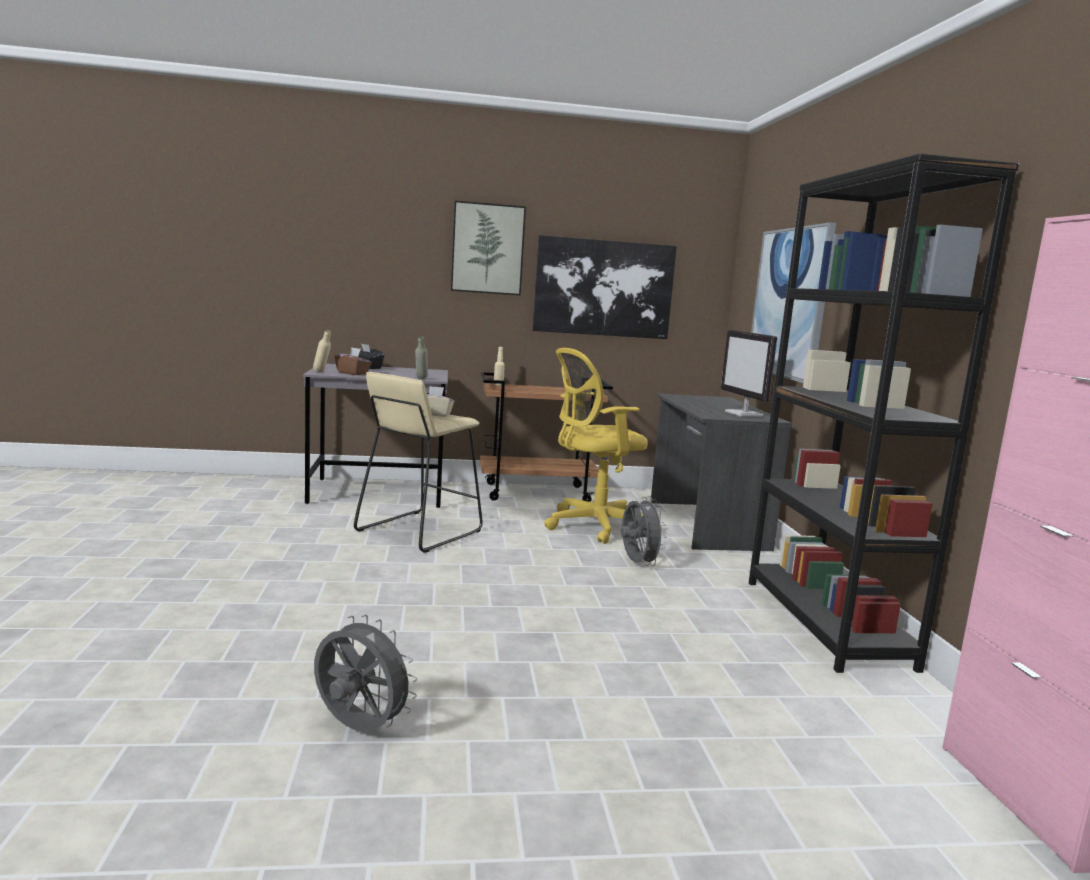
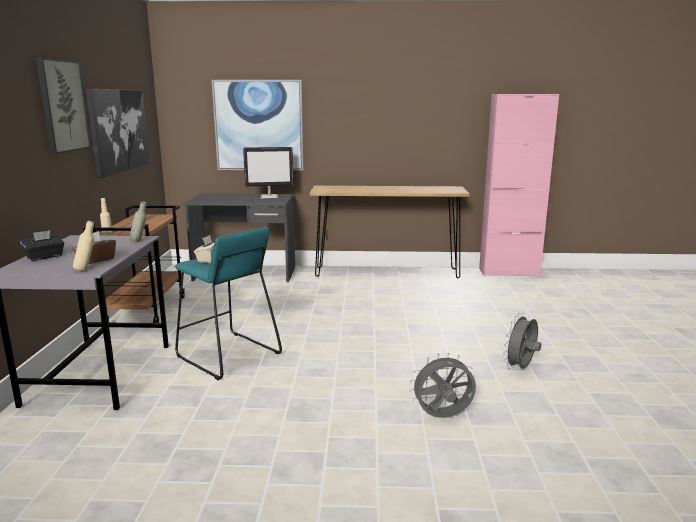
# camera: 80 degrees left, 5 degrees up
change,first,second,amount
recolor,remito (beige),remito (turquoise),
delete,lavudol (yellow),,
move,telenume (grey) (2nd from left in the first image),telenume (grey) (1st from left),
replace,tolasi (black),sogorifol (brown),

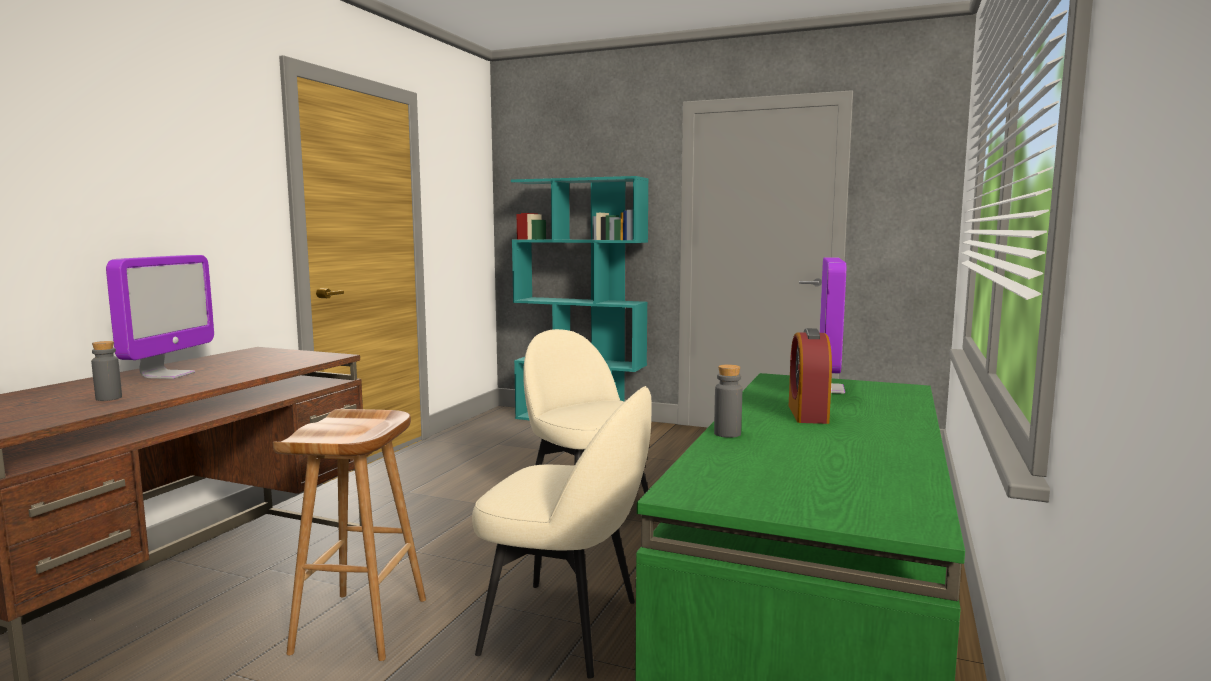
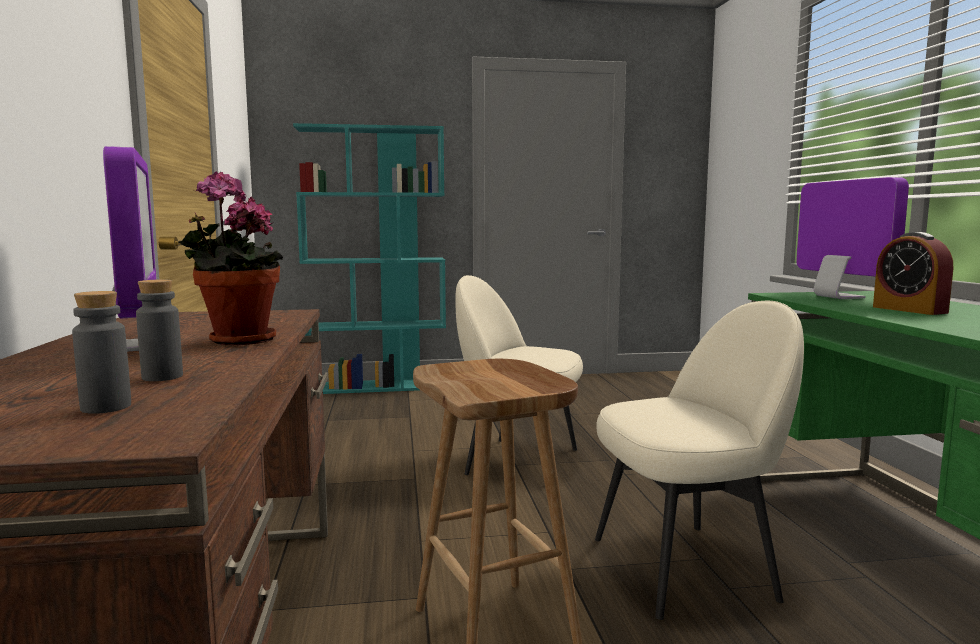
# camera: 30 degrees left, 0 degrees up
change,first,second,amount
move,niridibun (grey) (2nd from left in the first image),niridibun (grey) (1st from left),
insert,,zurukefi,

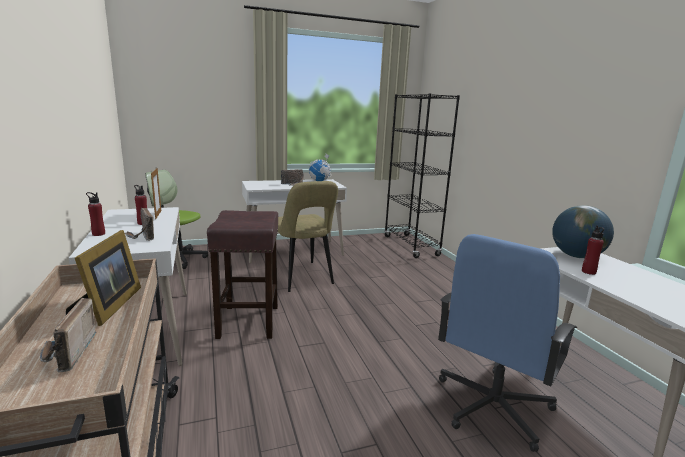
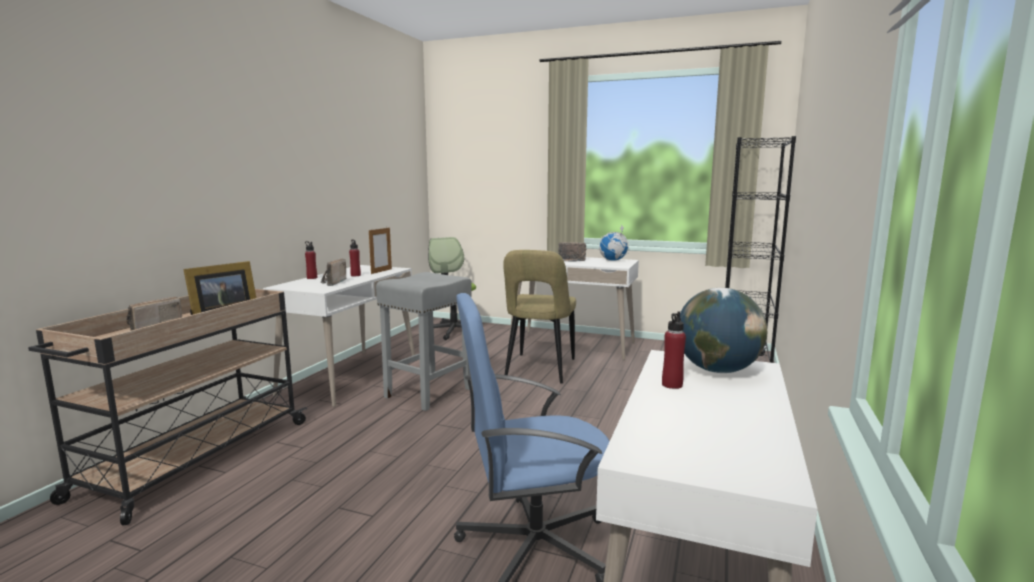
# camera: 40 degrees right, 5 degrees down
change,first,second,amount
recolor,remito (brown),remito (grey),

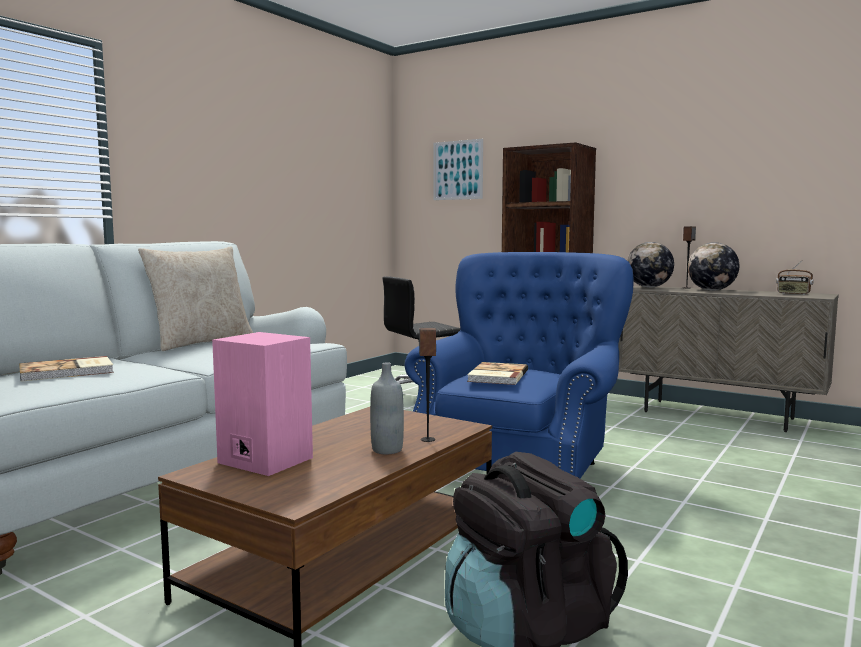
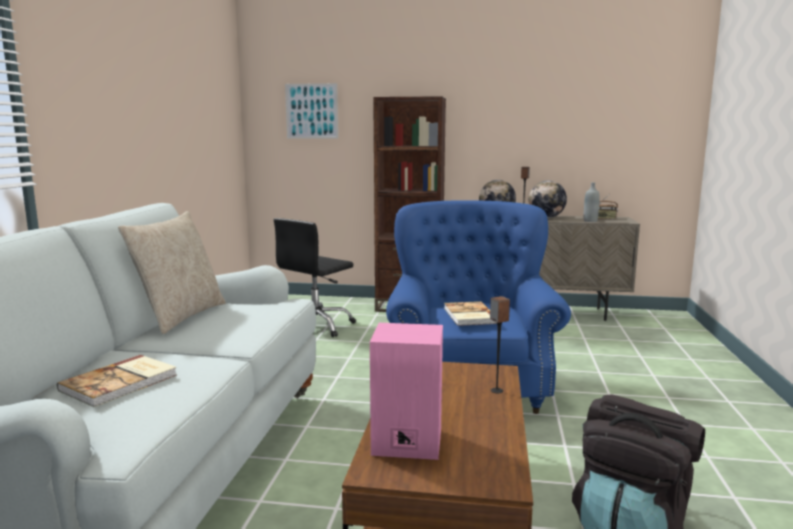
# camera: 25 degrees left, 5 degrees up
change,first,second,amount
move,niridibun (grey),,

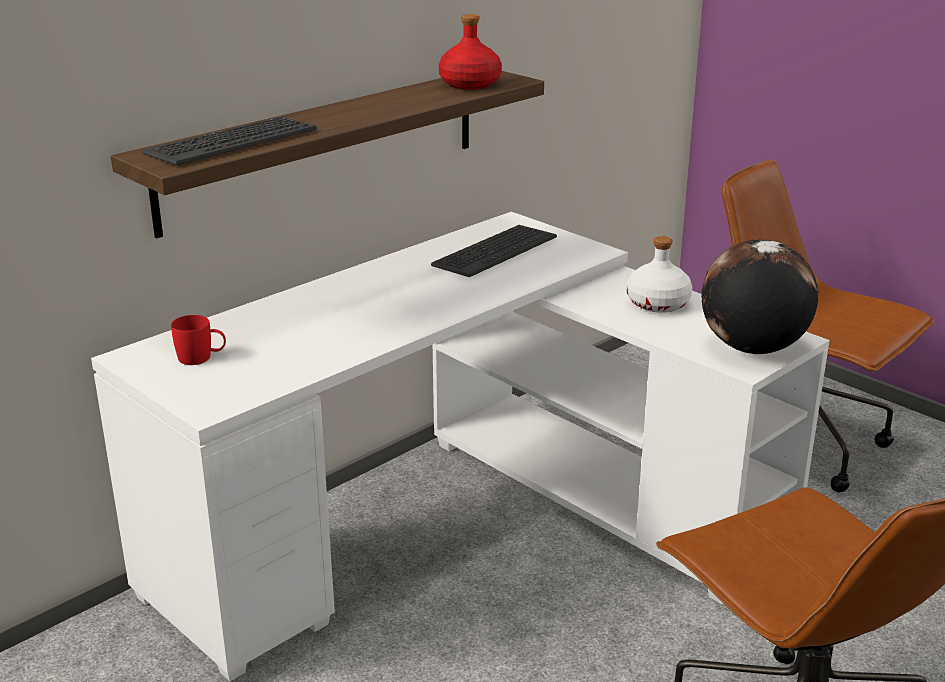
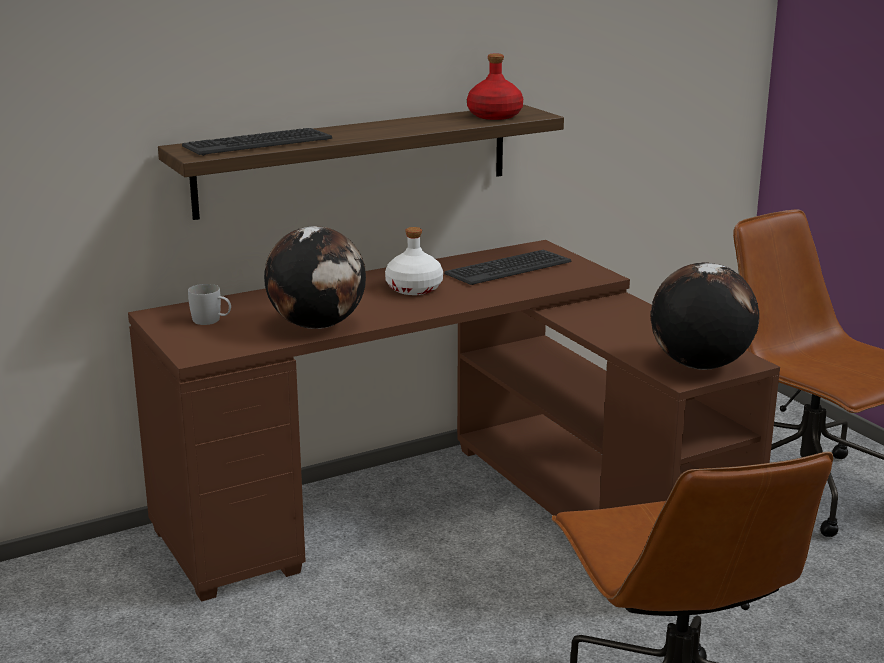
# camera: 15 degrees right, 5 degrees down
change,first,second,amount
recolor,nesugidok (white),nesugidok (brown),
recolor,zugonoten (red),zugonoten (white),
move,niridibun (white),,
insert,,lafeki (1st from left),

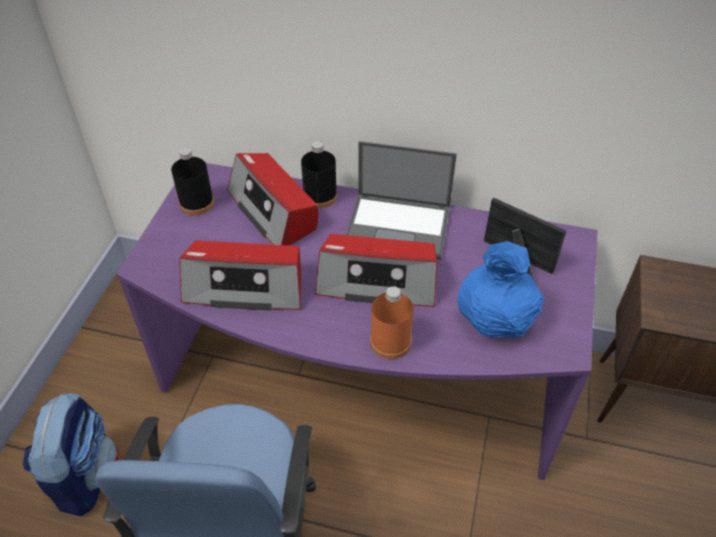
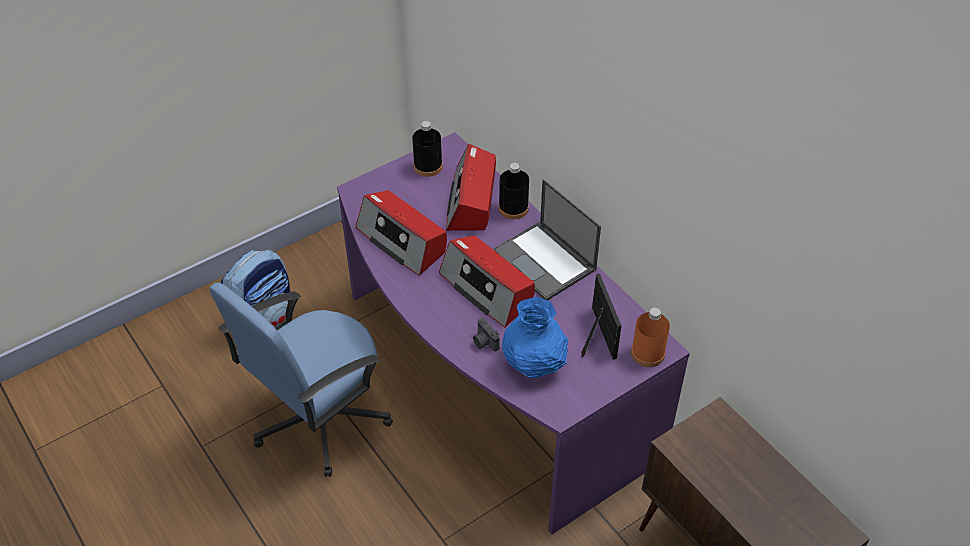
# camera: 40 degrees right, 0 degrees up
change,first,second,amount
move,niridibun (orange),,
insert,,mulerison,

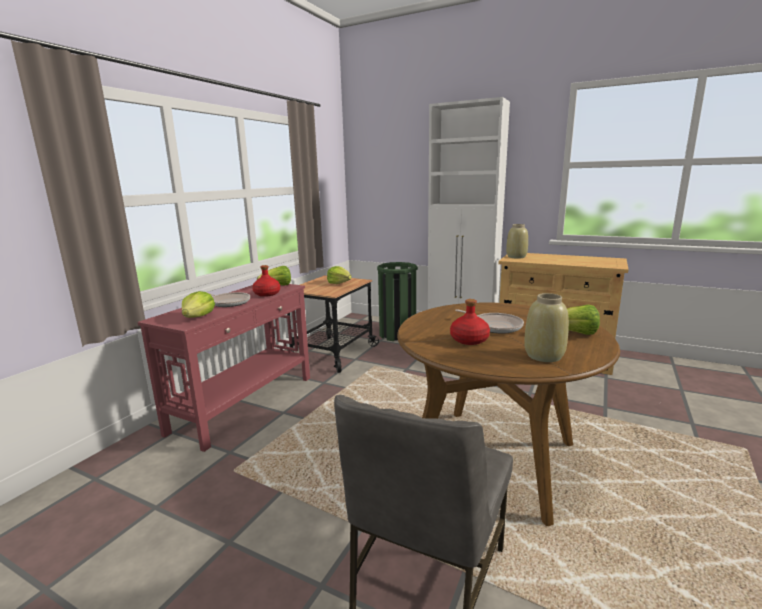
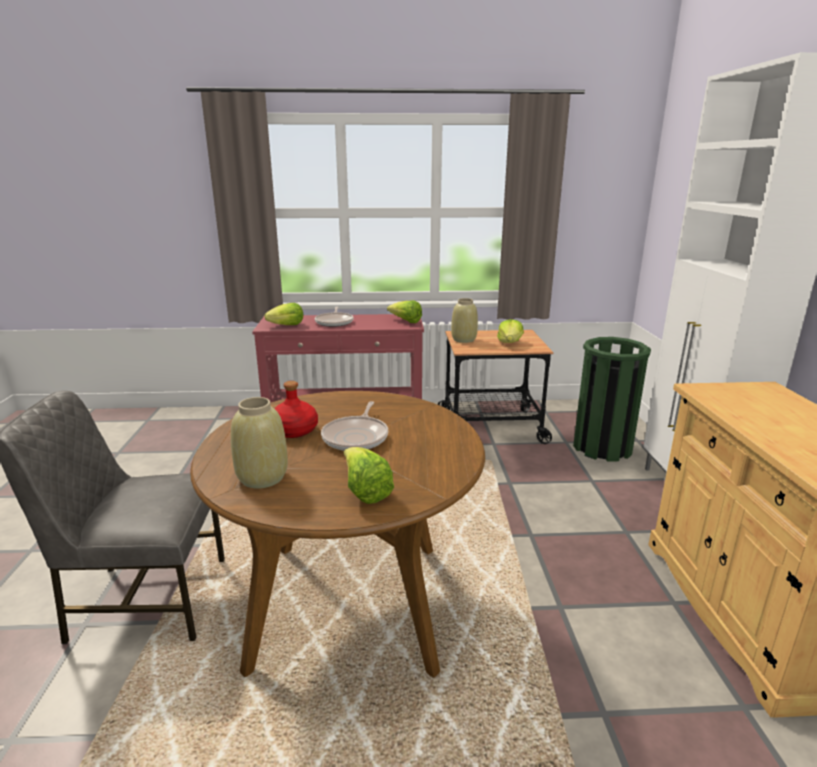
# camera: 60 degrees right, 5 degrees up
change,first,second,amount
delete,niridibun (red) (1st from left),,
move,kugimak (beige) (1st from left in the first image),kugimak (beige) (2nd from left),

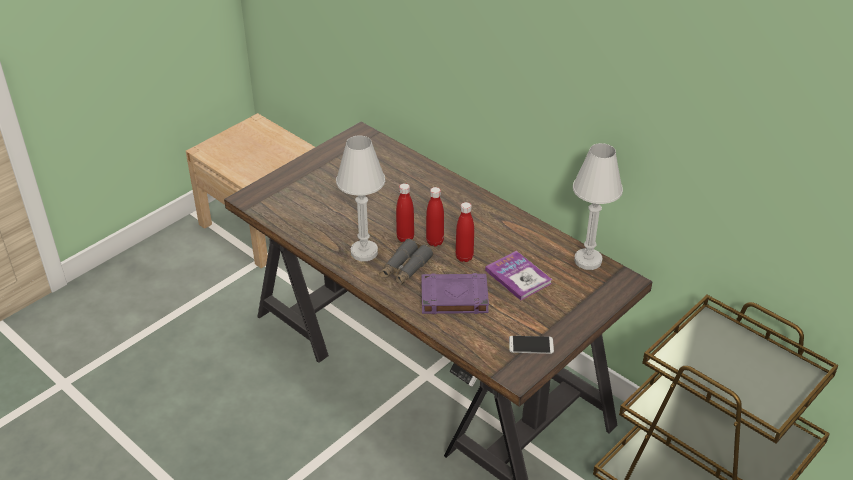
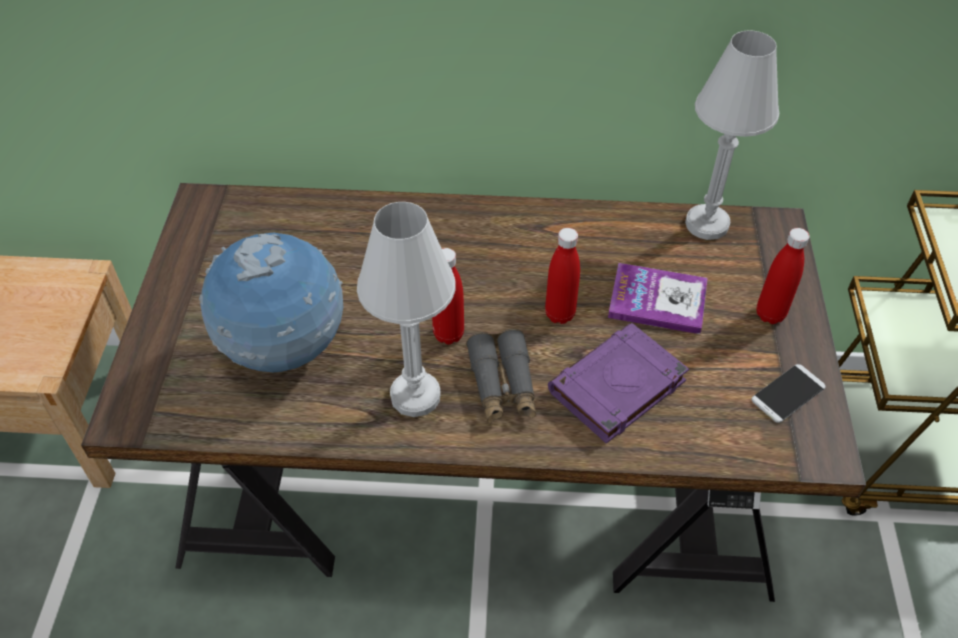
# camera: 40 degrees left, 10 degrees up
change,first,second,amount
move,niridibun (red) (2nd from left in the first image),niridibun (red) (3rd from left),
insert,,lafeki,

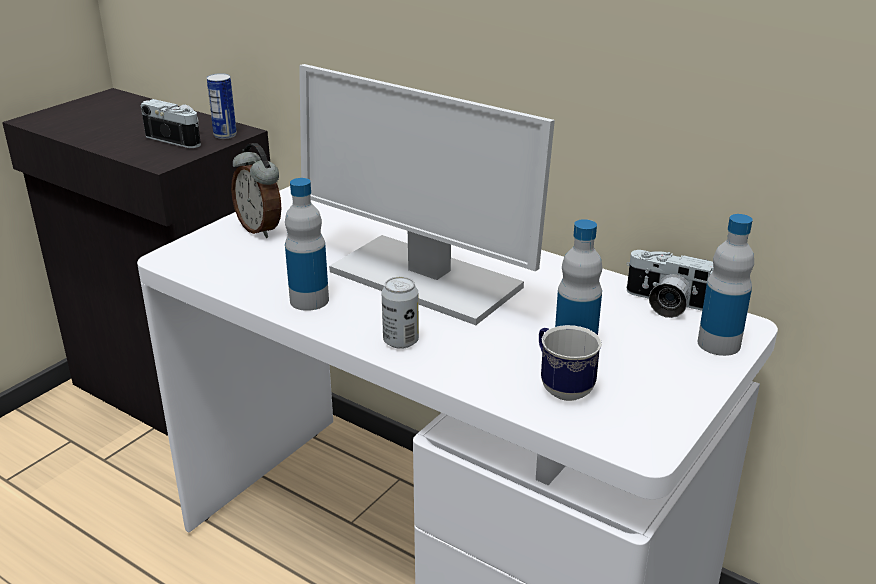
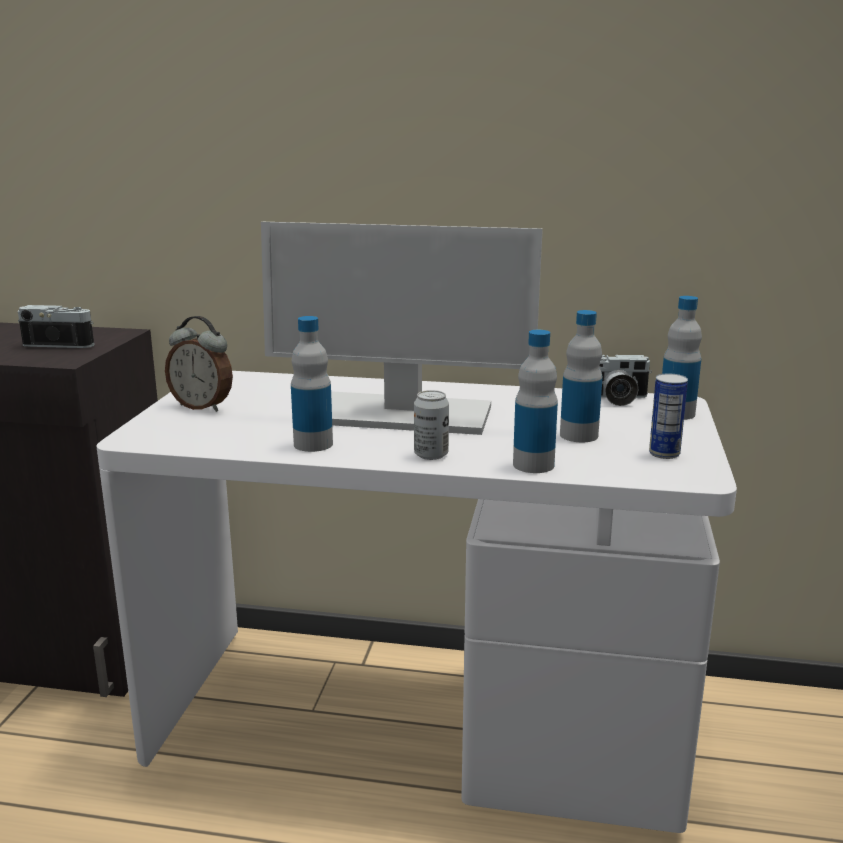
# camera: 25 degrees left, 10 degrees down
change,first,second,amount
move,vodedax (1st from left in the first image),vodedax (2nd from left),
delete,zugonoten,,
insert,,niridibun (2nd from left),

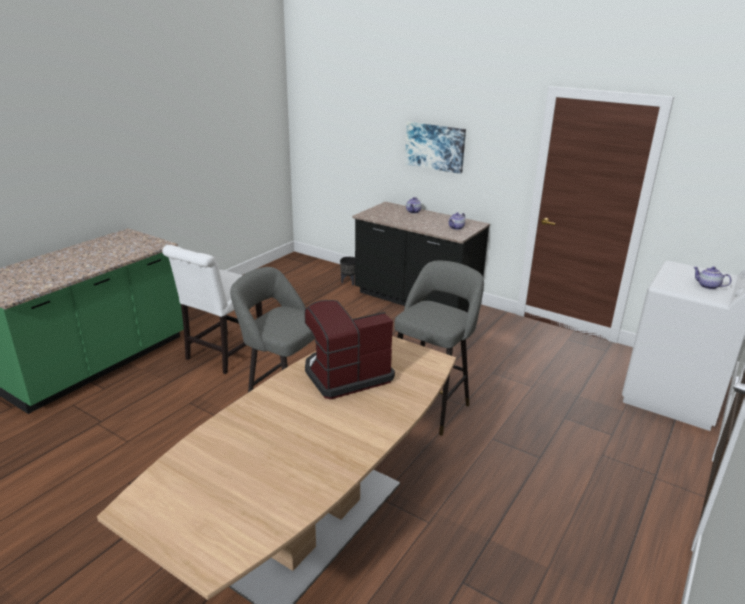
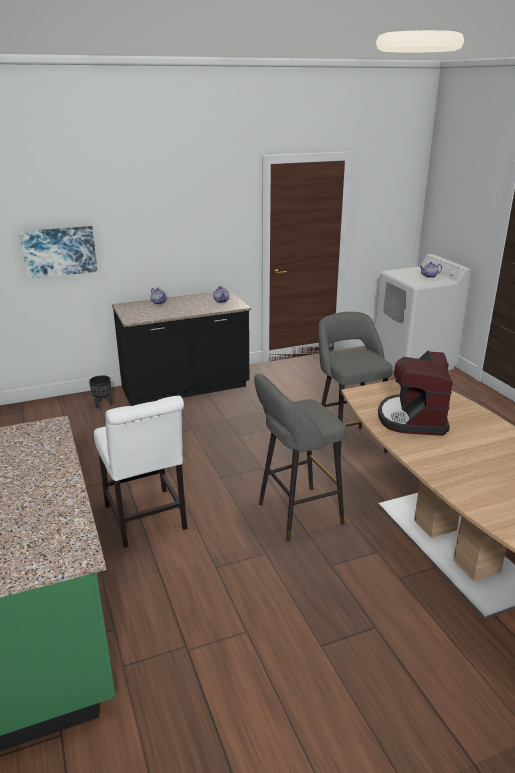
# camera: 55 degrees left, 0 degrees up
change,first,second,amount
move,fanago,,

